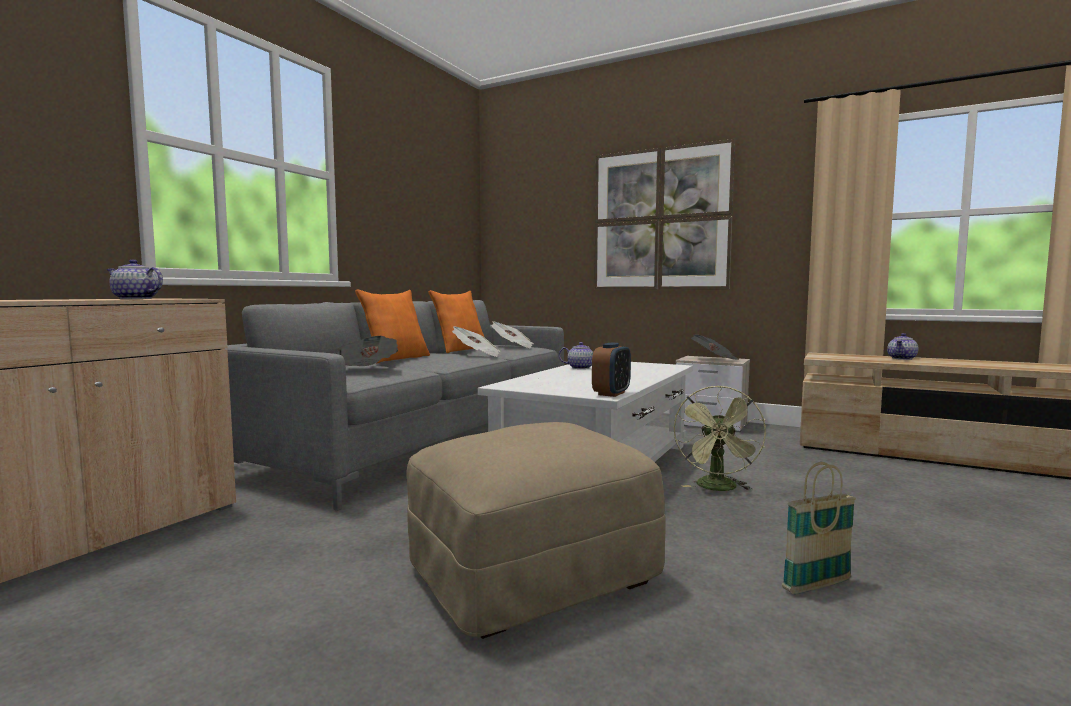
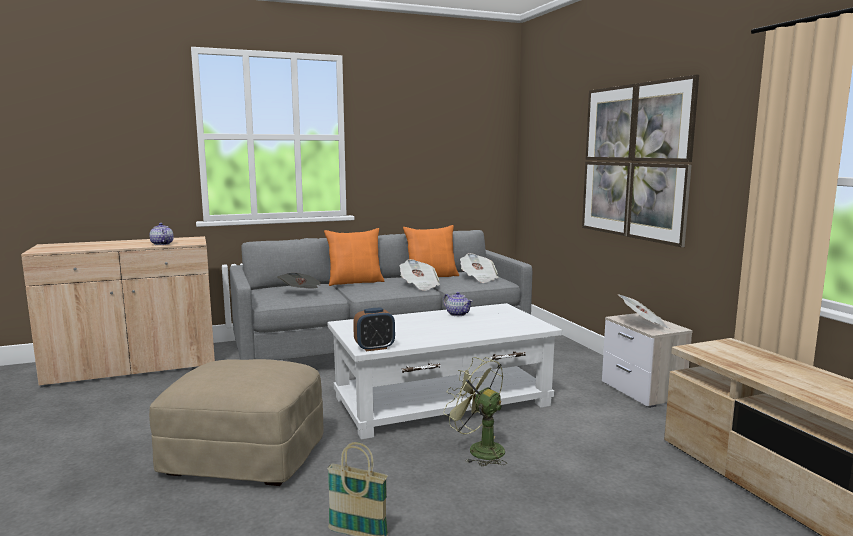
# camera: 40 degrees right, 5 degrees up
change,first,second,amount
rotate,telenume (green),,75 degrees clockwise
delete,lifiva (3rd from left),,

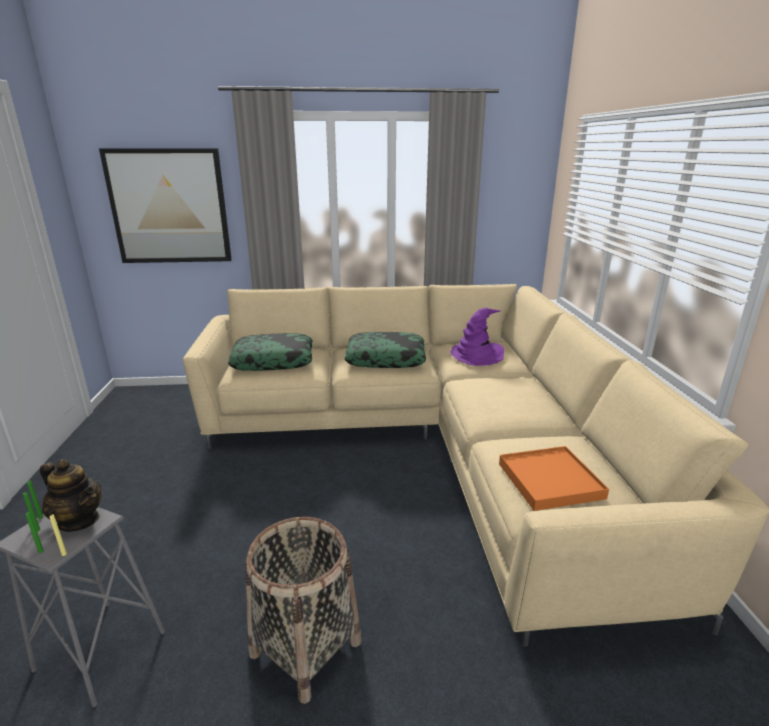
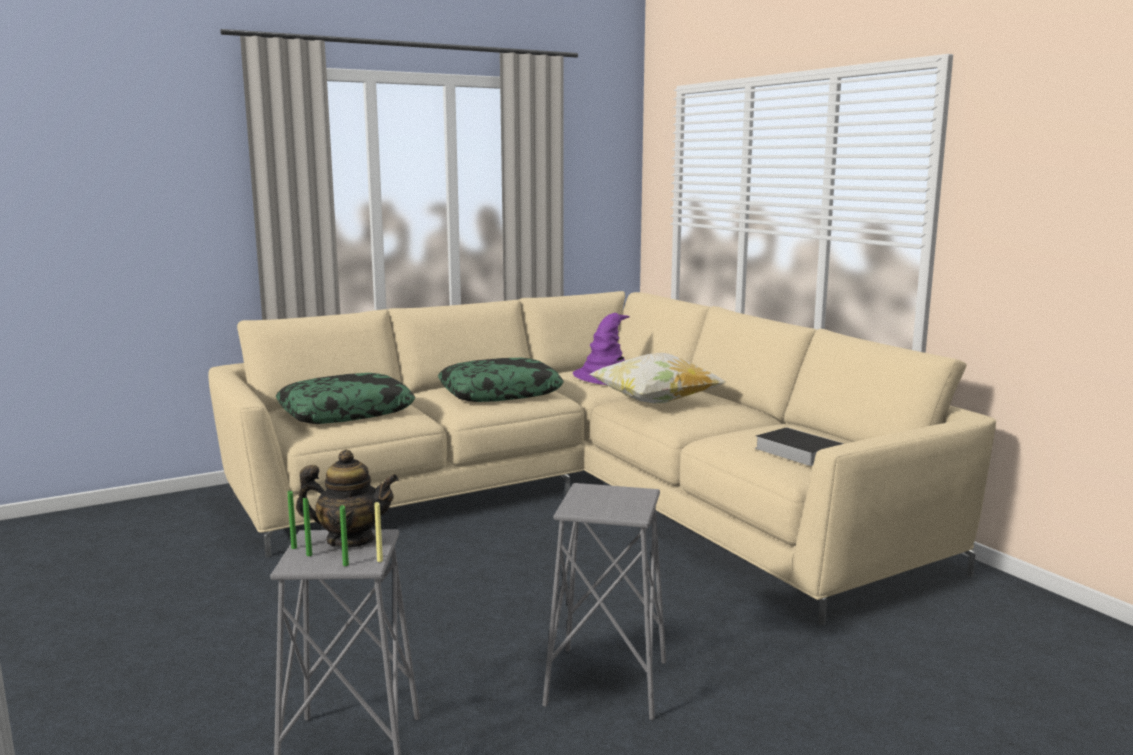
# camera: 25 degrees left, 10 degrees down
change,first,second,amount
delete,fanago,,
replace,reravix,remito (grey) (2nd from left),
replace,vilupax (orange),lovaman,
insert,,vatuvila (3rd from left),

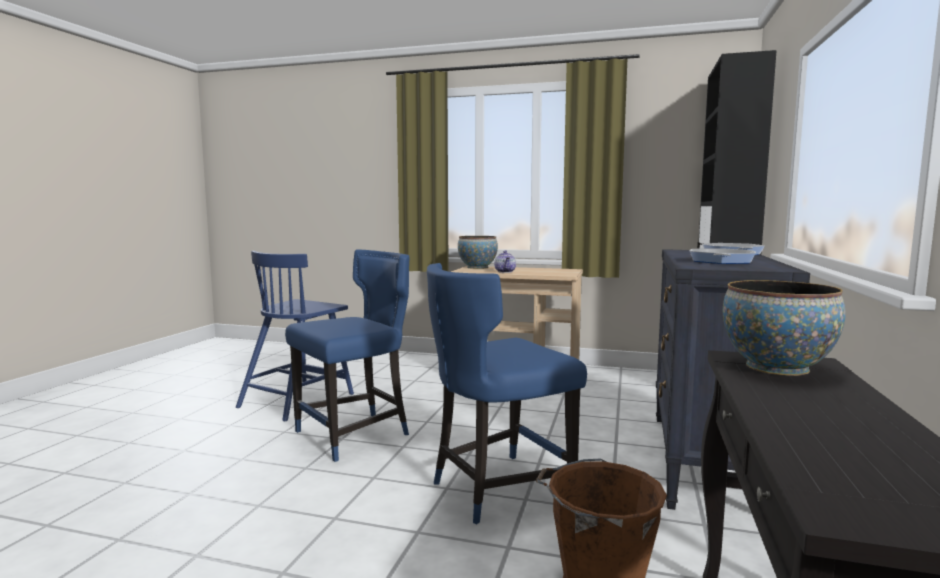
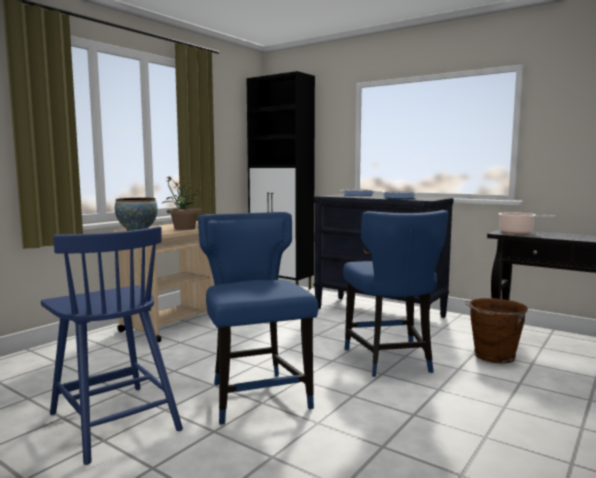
# camera: 70 degrees left, 0 degrees up
change,first,second,amount
replace,lifiva,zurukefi,
replace,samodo (2nd from left),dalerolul,

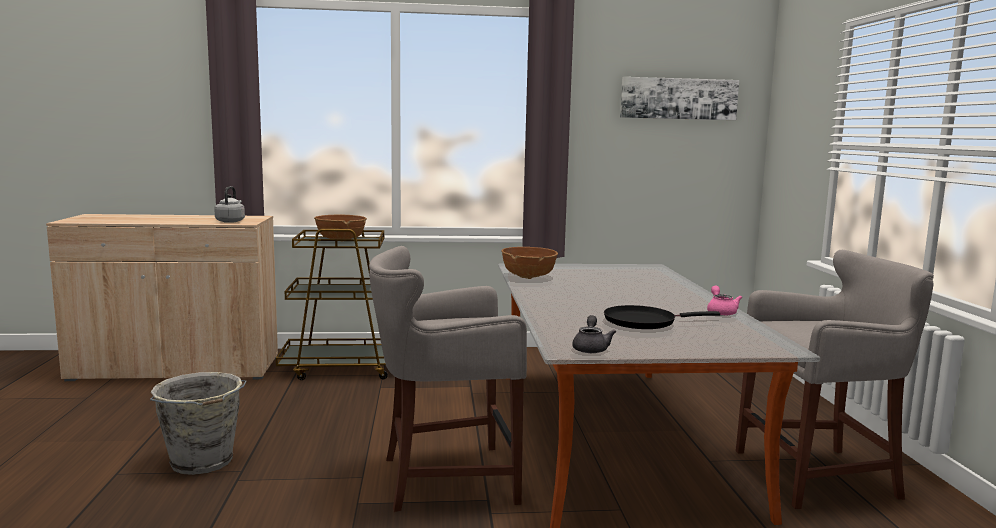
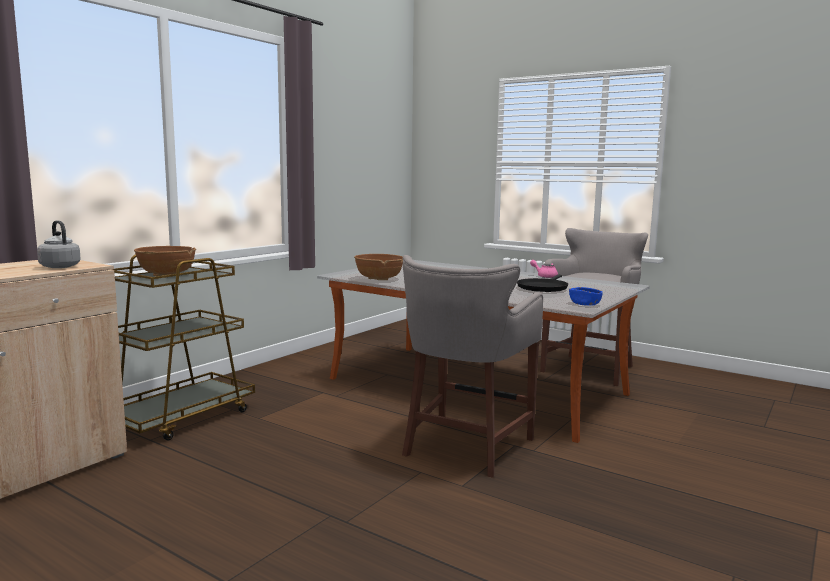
# camera: 50 degrees left, 0 degrees up
change,first,second,amount
delete,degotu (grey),,
replace,lifiva (grey),samodo (blue),
delete,fanago,,

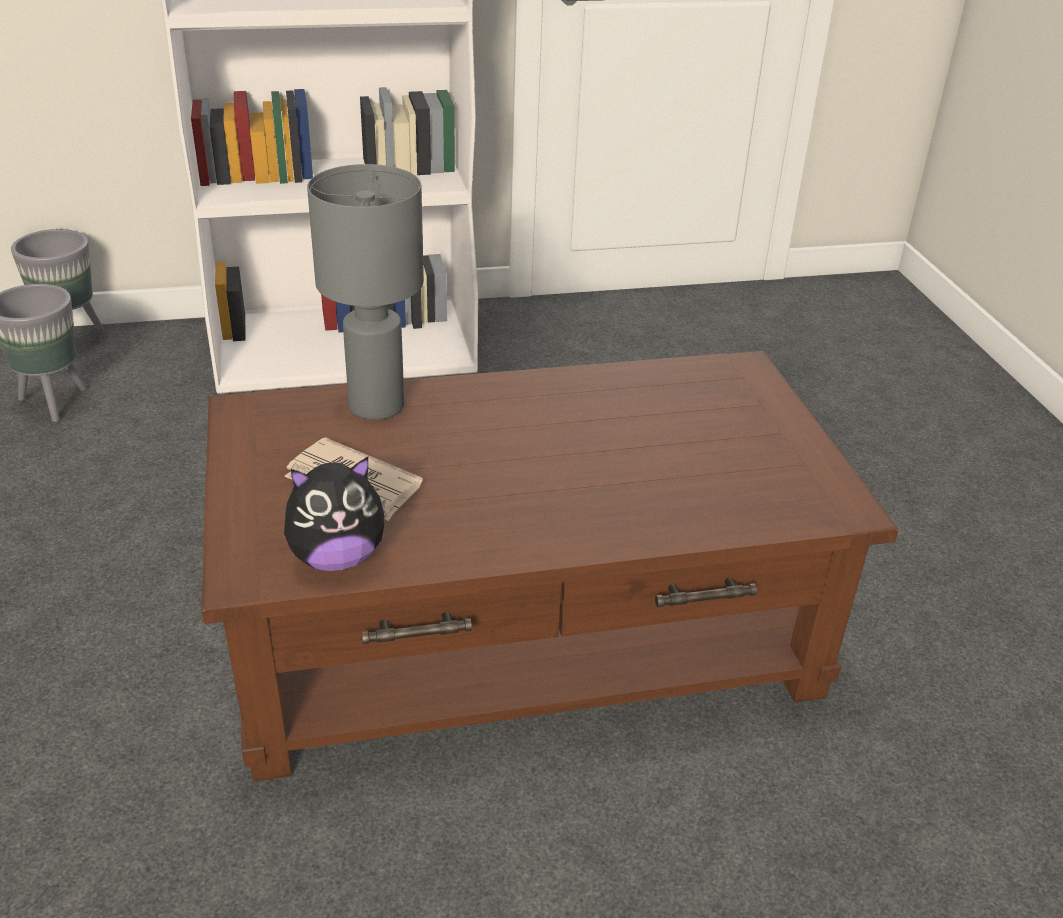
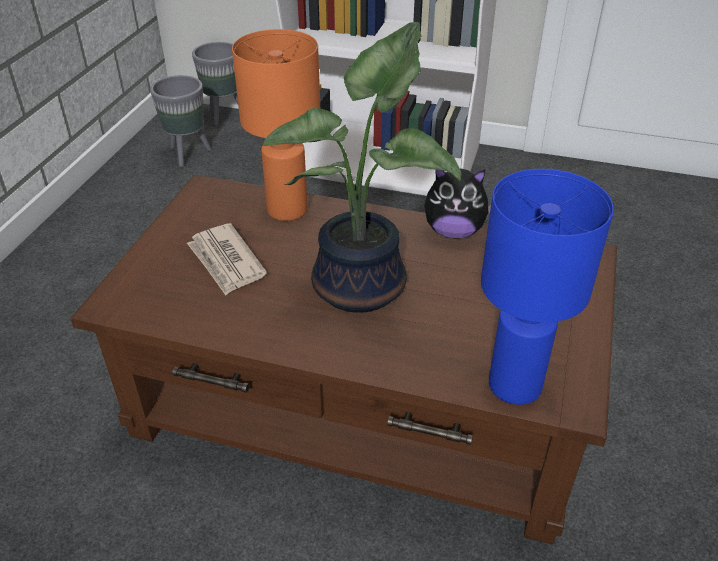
# camera: 30 degrees right, 5 degrees up
change,first,second,amount
move,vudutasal,,
recolor,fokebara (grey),fokebara (orange),
insert,,zurukefi,
insert,,fokebara (blue),

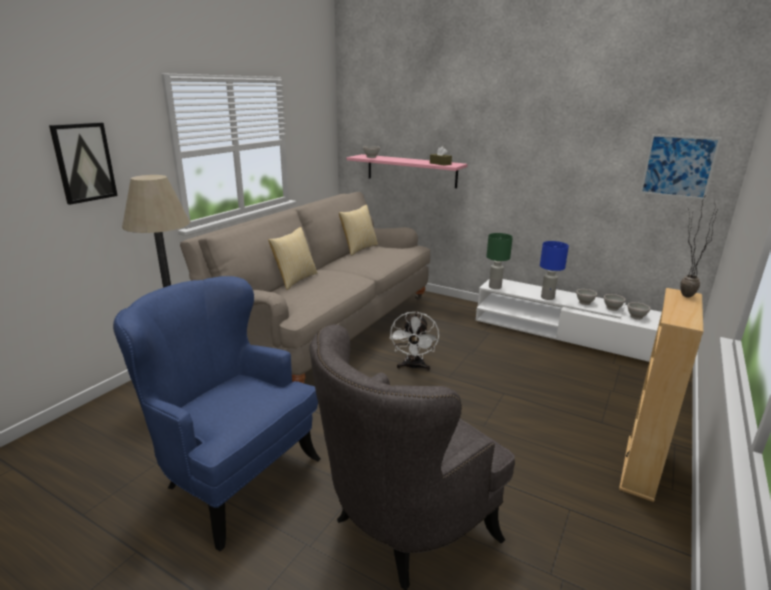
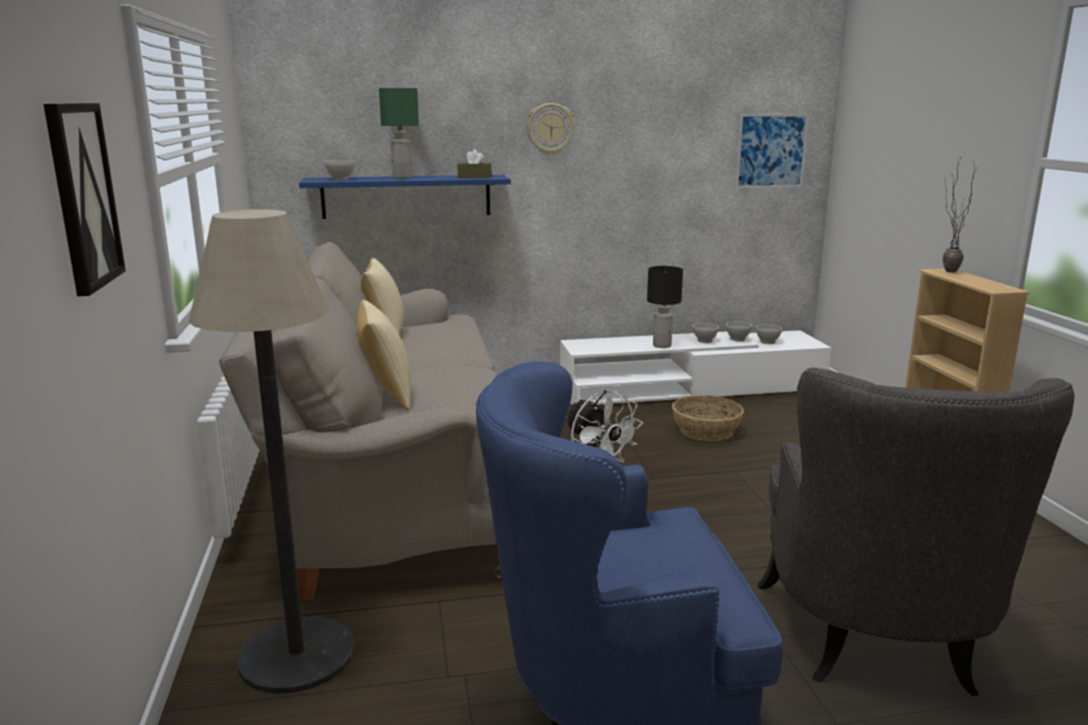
# camera: 40 degrees left, 5 degrees down
change,first,second,amount
recolor,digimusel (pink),digimusel (blue),
move,fokebara (green),,
recolor,fokebara (blue),fokebara (black),
insert,,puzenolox,
insert,,reravix,

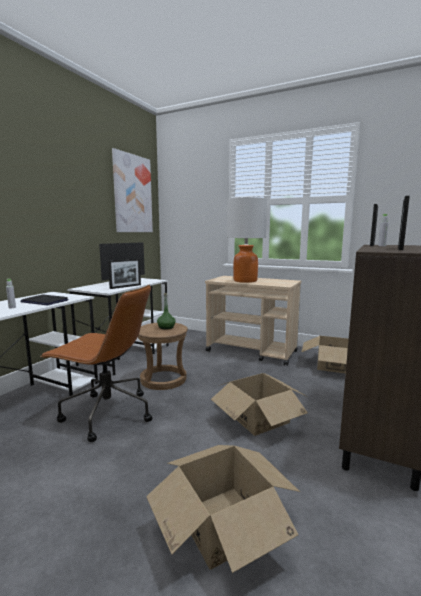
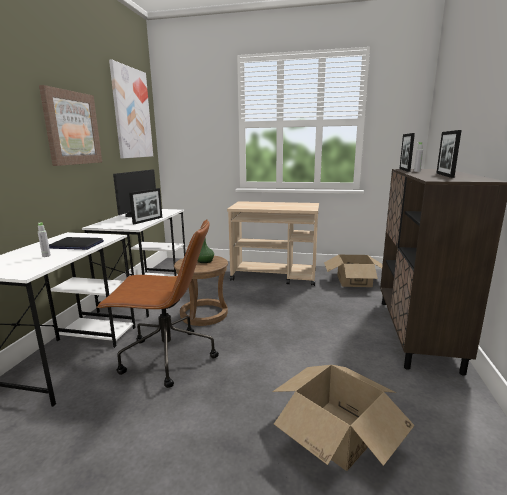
# camera: 15 degrees left, 5 degrees up
change,first,second,amount
delete,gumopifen (2nd from left),,
delete,fokebara,,
insert,,fanago (1st from left),

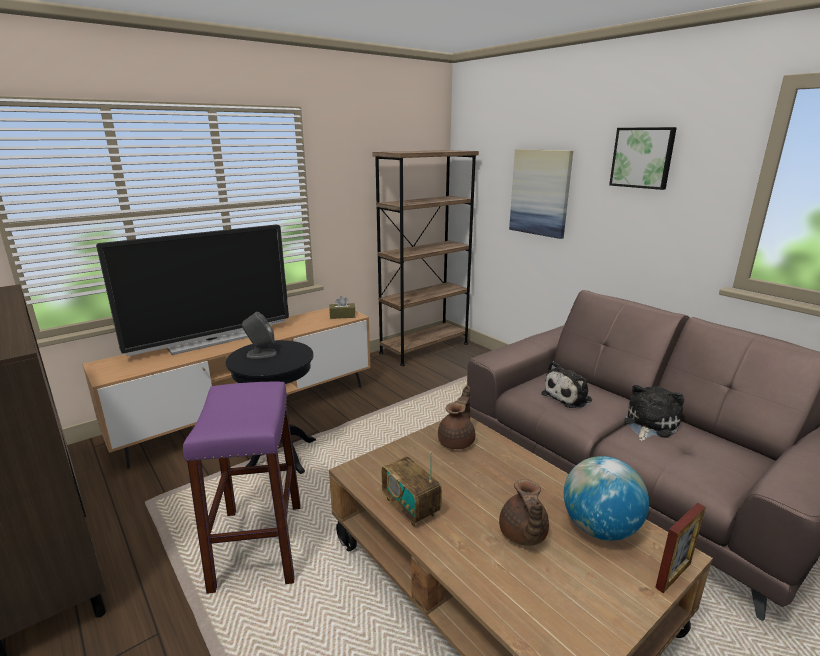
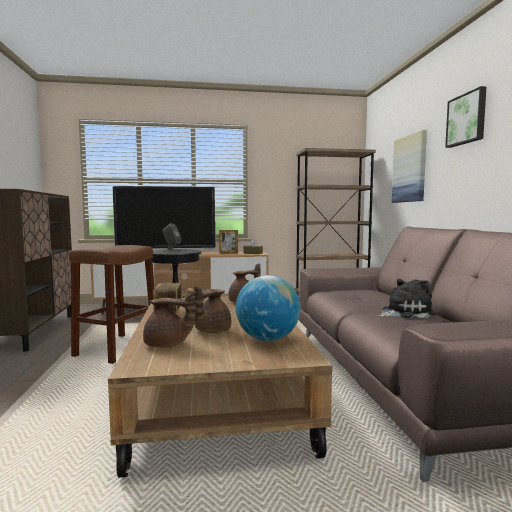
# camera: 30 degrees right, 15 degrees down
change,first,second,amount
recolor,remito (purple),remito (brown),
delete,vudutasal (1st from left),,
move,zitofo,,
insert,,lifiva (brown) (1st from left),

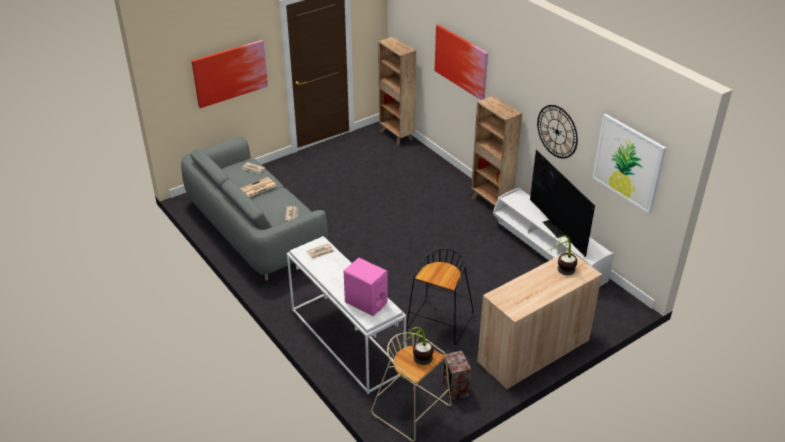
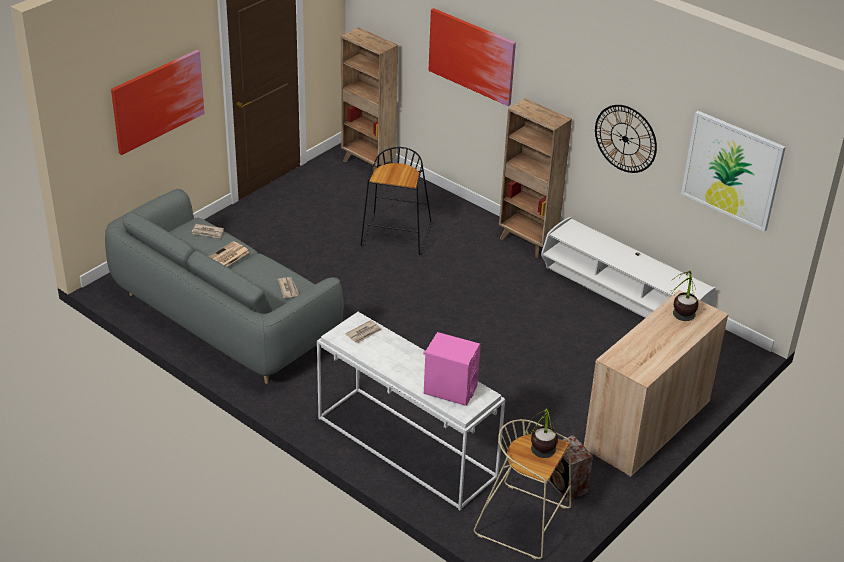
# camera: 15 degrees left, 0 degrees up
change,first,second,amount
move,remito (black),,
delete,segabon,,

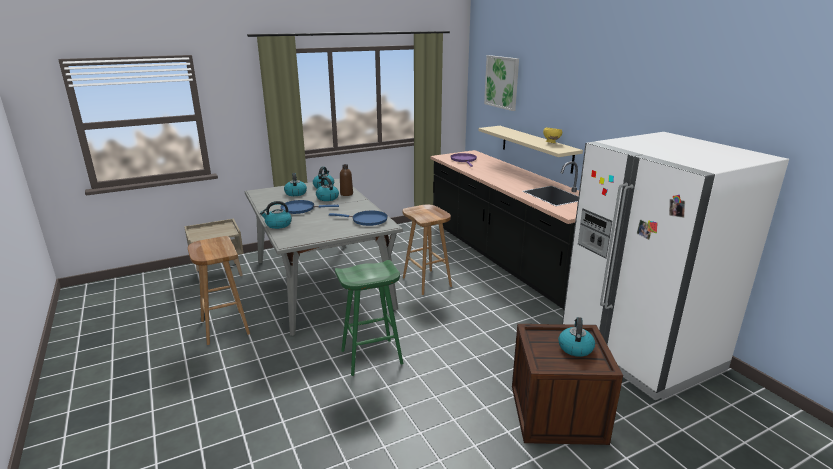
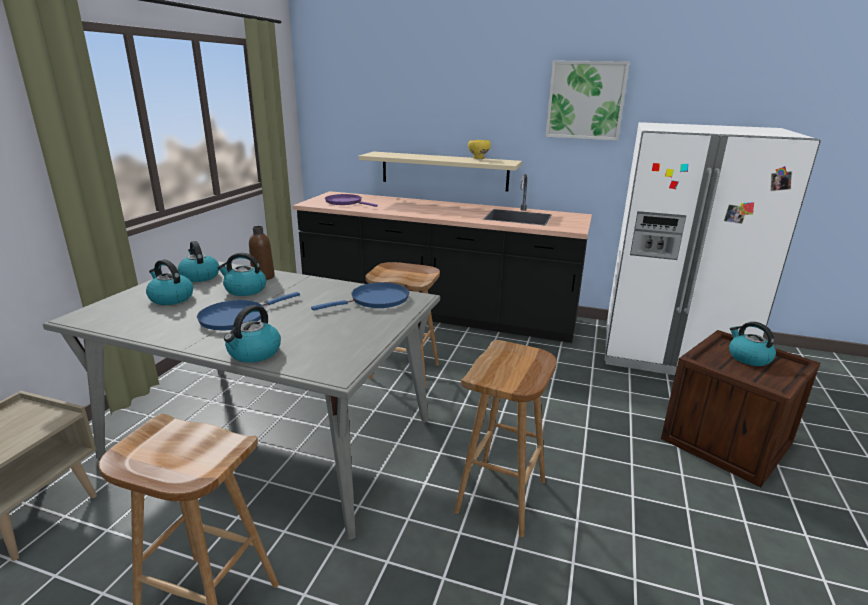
# camera: 45 degrees left, 0 degrees up
change,first,second,amount
recolor,remito (green),remito (brown) (3rd from left),
move,fanago,,

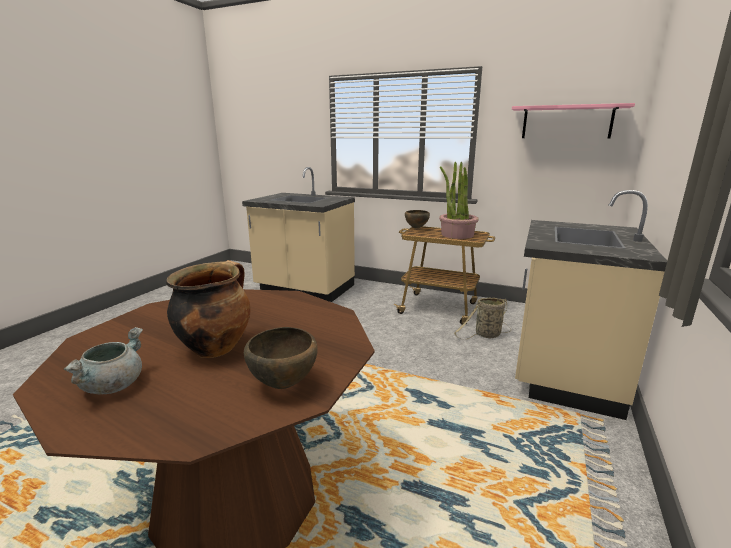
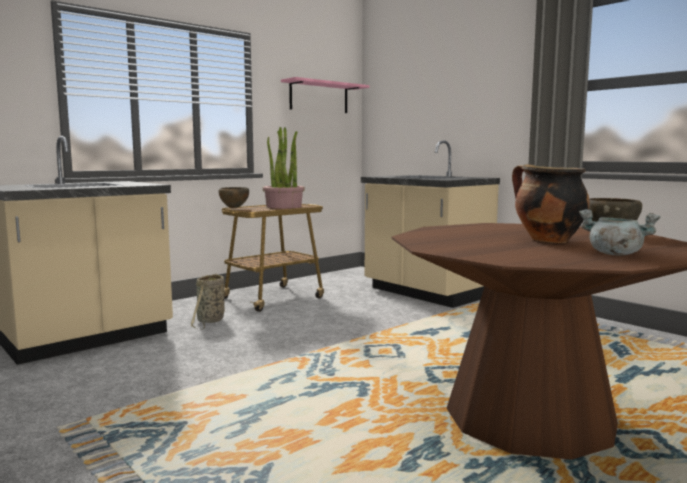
# camera: 65 degrees left, 10 degrees down
change,first,second,amount
move,reravix,,

